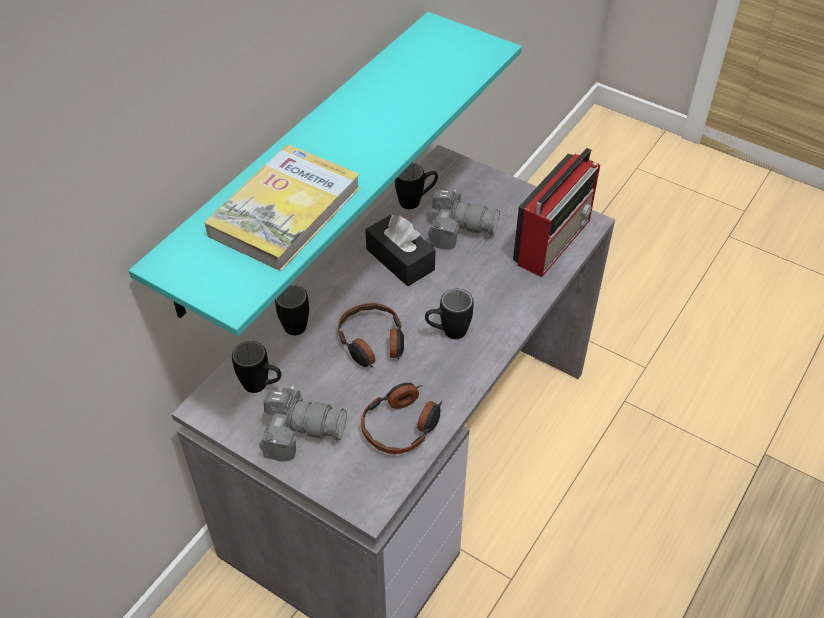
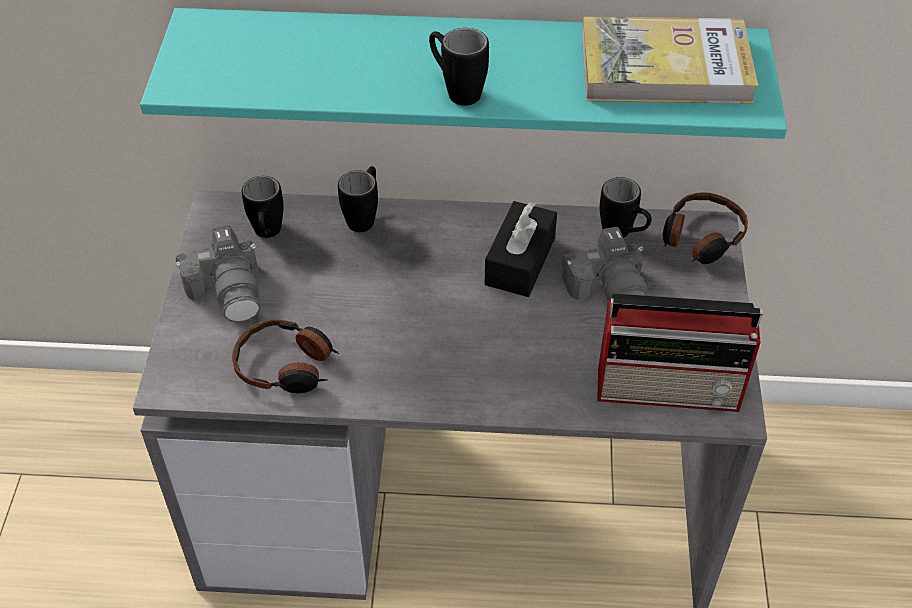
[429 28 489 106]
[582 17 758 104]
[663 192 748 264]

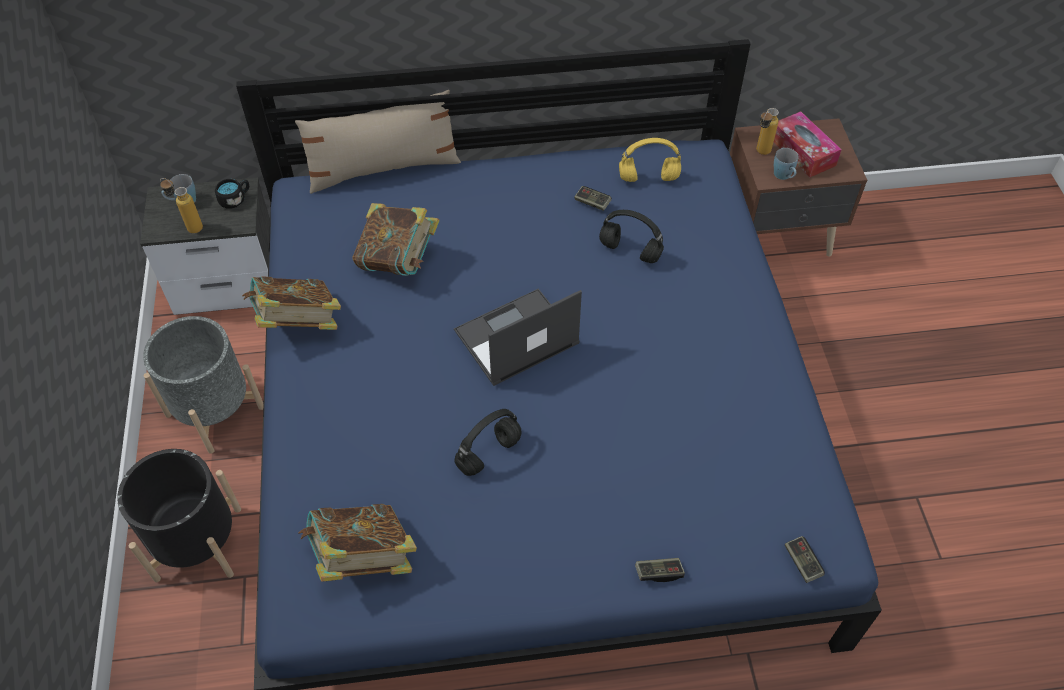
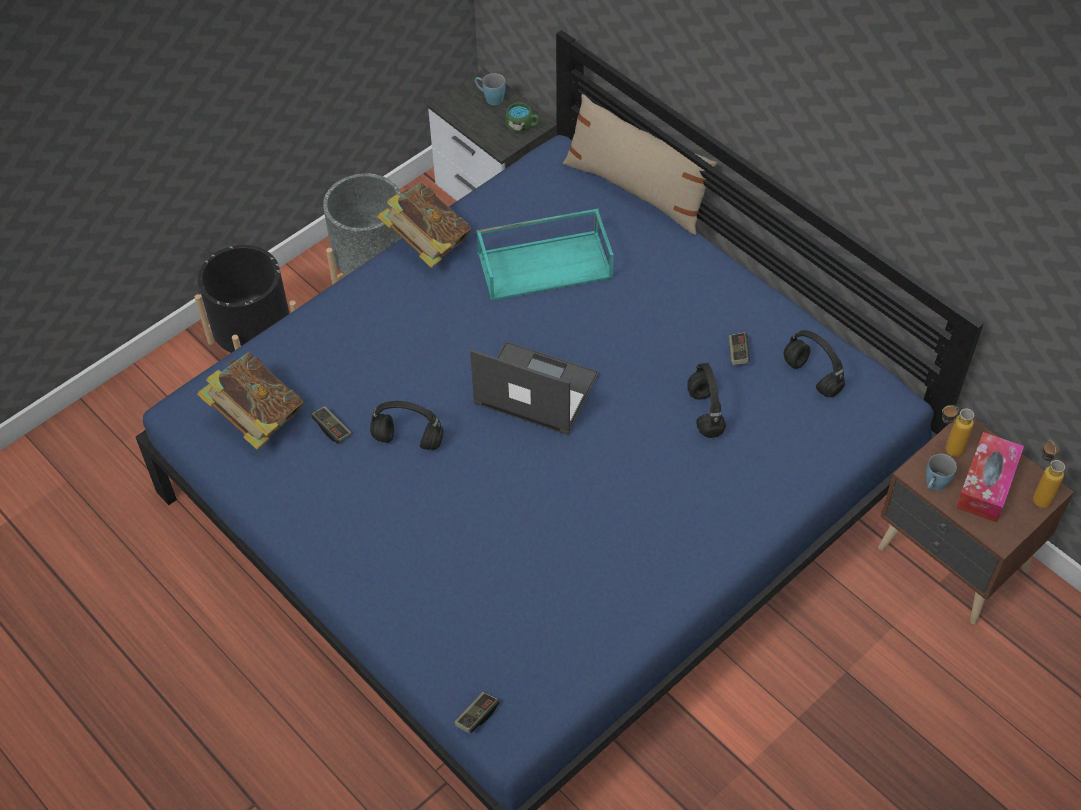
[311 406 352 443]
[476 209 614 301]
[505 102 540 133]
[784 330 845 397]
[1033 440 1065 508]

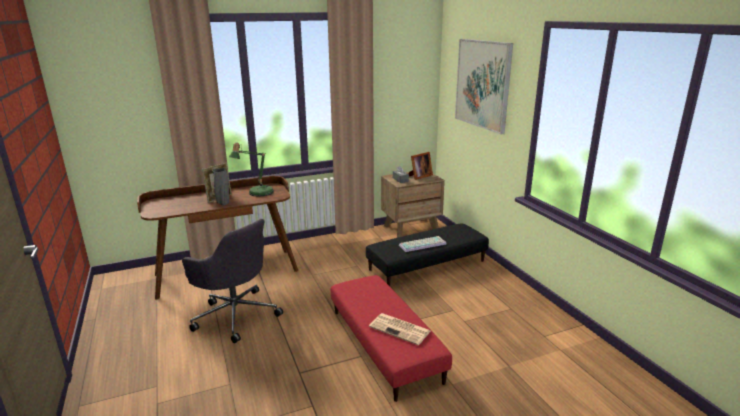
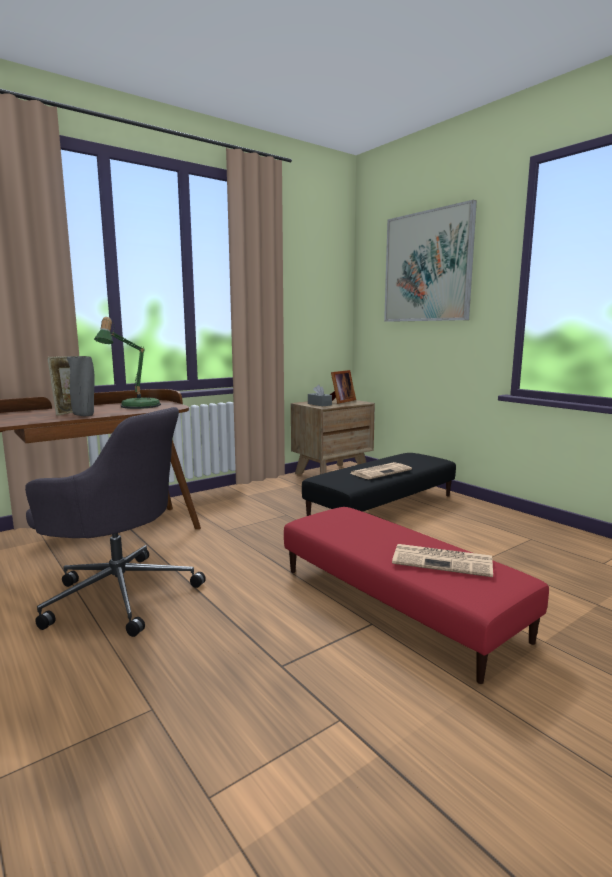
[350 462 412 479]

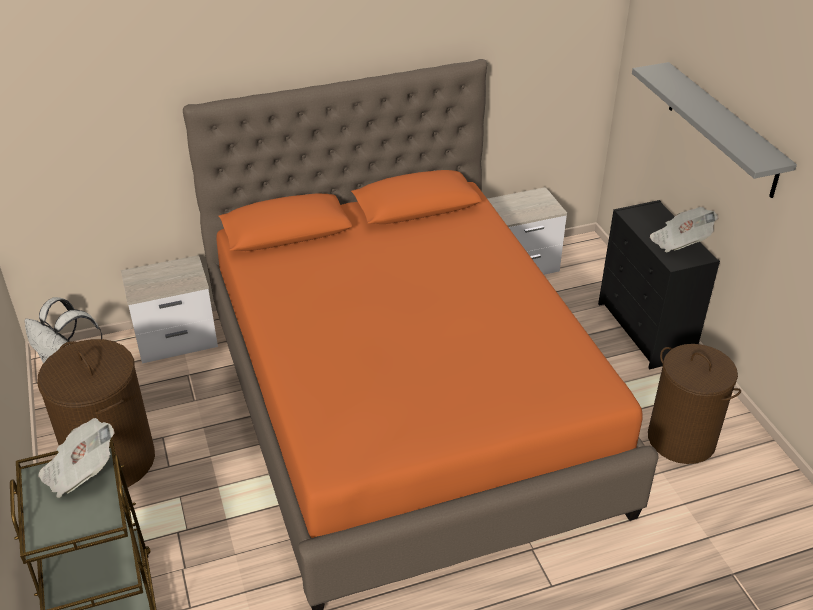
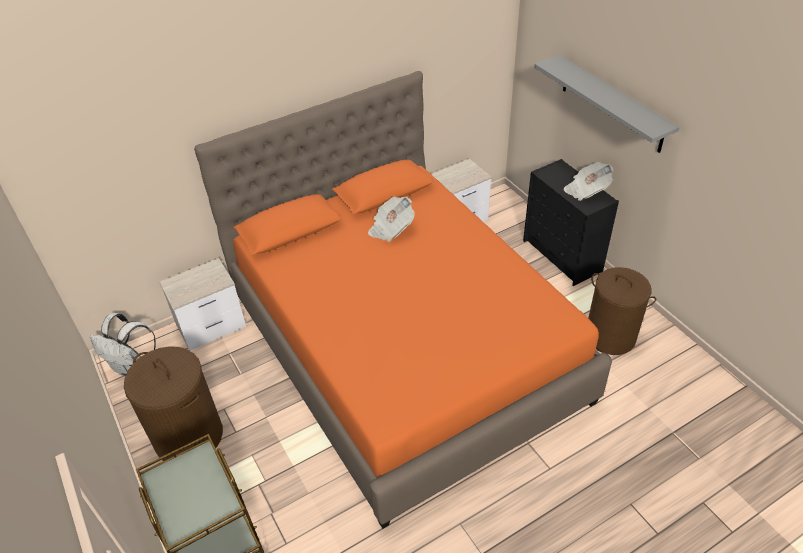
[368 197 415 242]

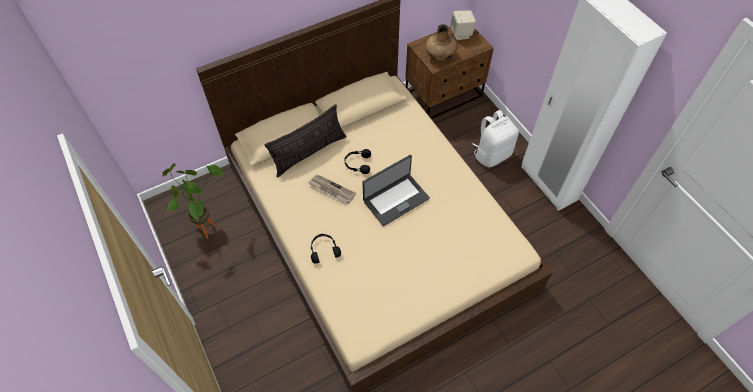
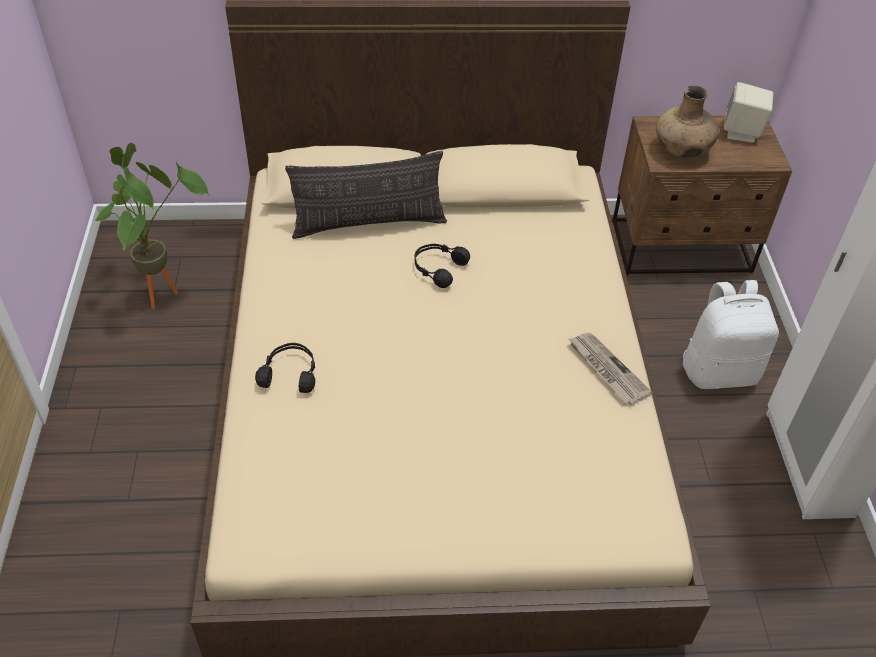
[569 333 653 405]
[362 155 430 226] (first image)

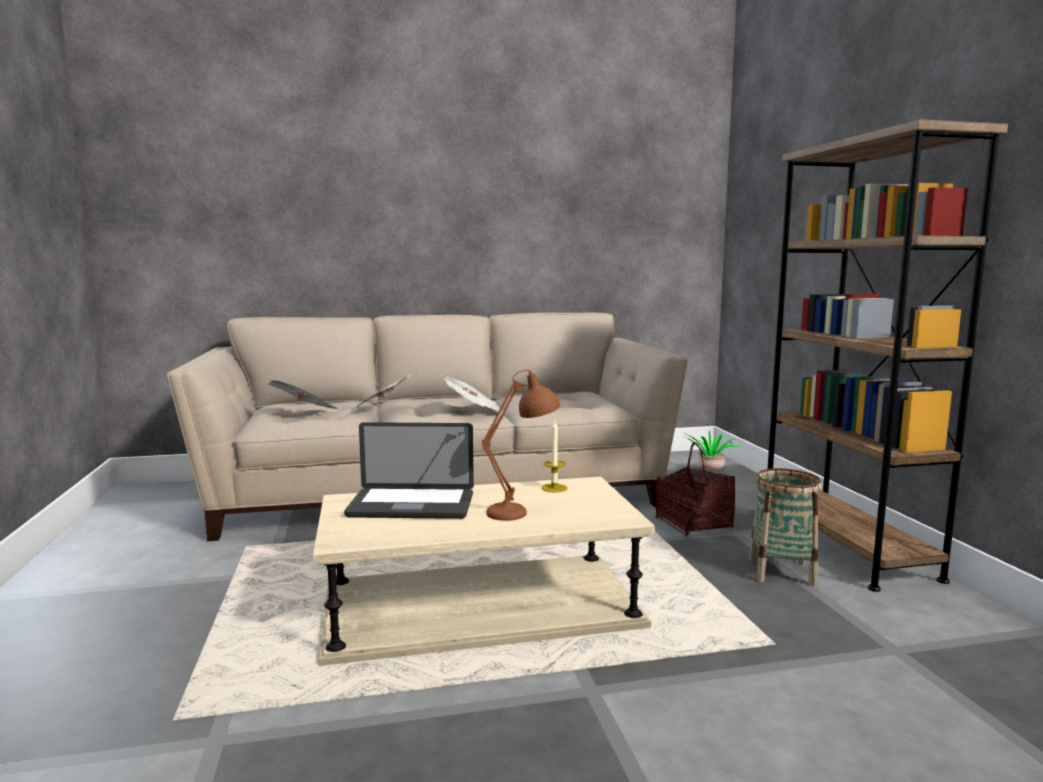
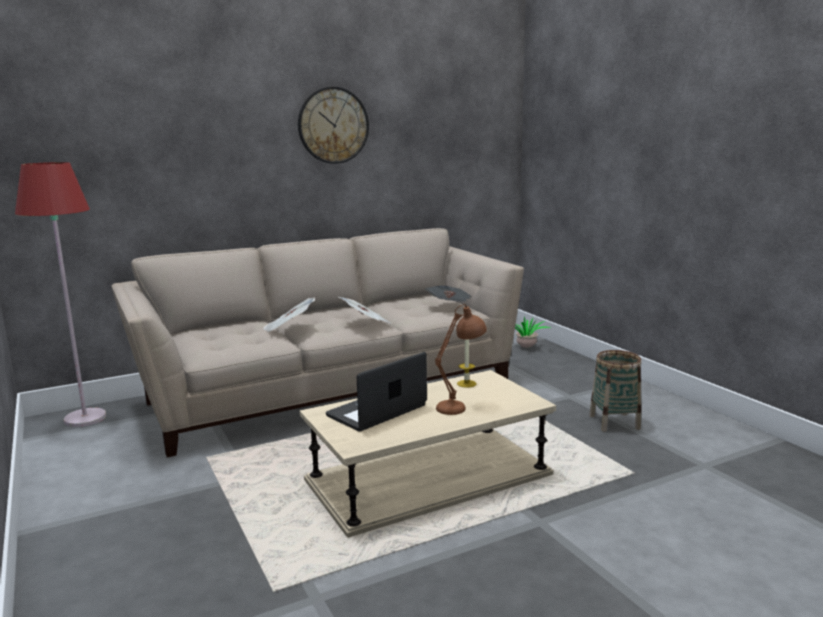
[15 162 106 427]
[298 87 369 164]
[326 352 427 432]
[425 286 471 302]
[655 442 735 536] (first image)
[768 119 1008 592] (first image)

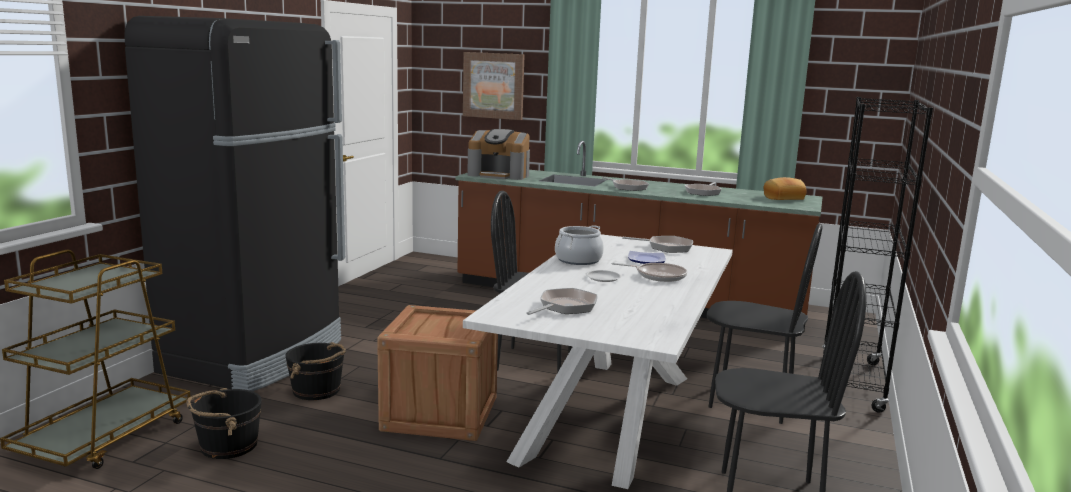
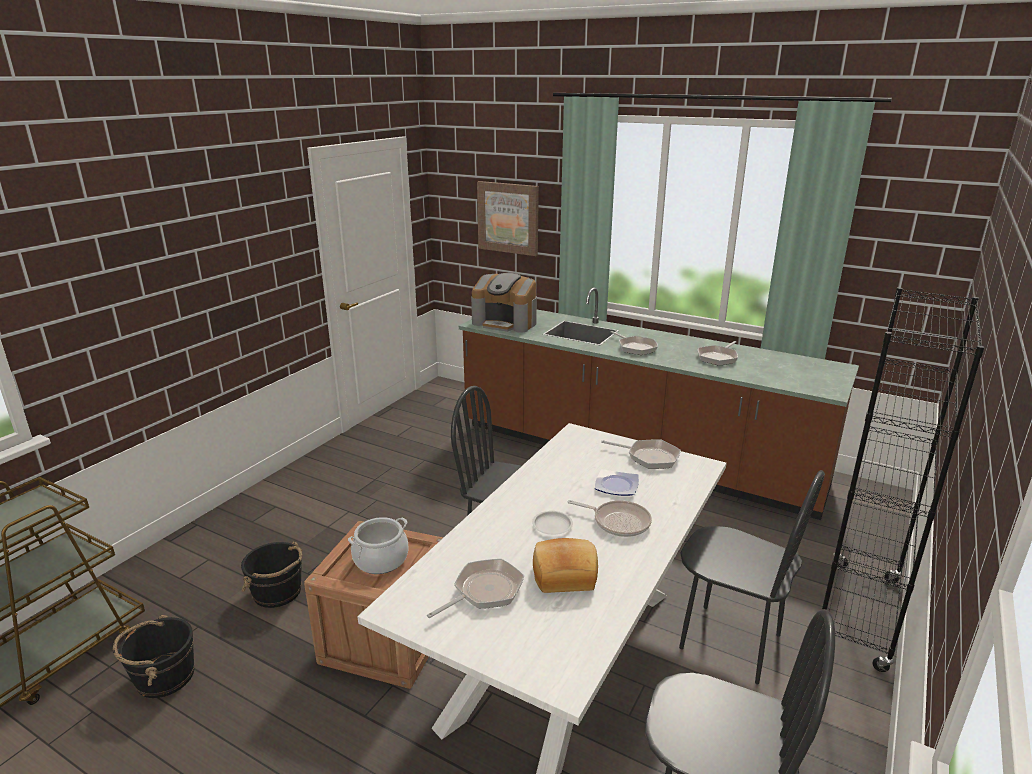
[348 517 408 574]
[533 538 598 593]
[124 16 345 391] (first image)

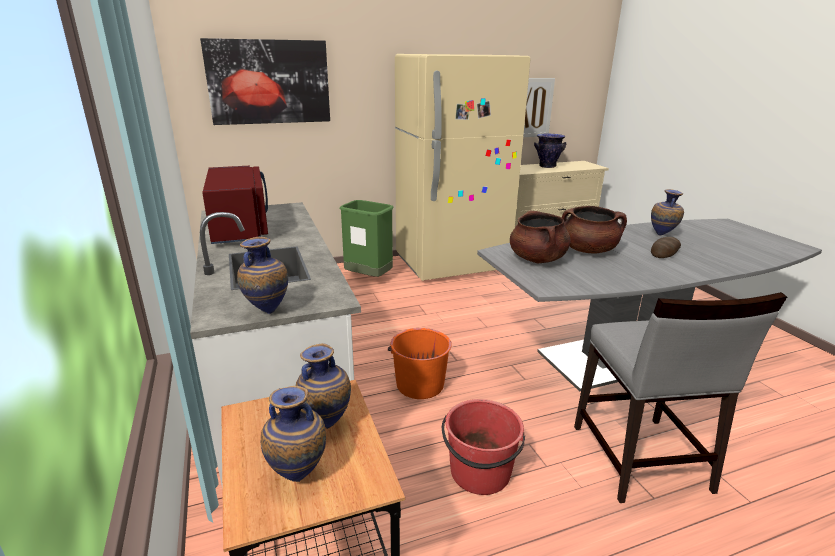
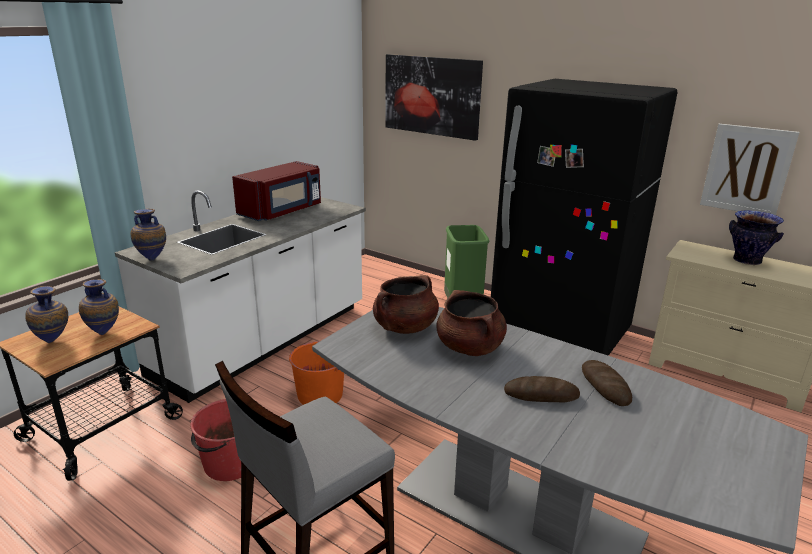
[491 79 678 356]
[582 360 632 406]

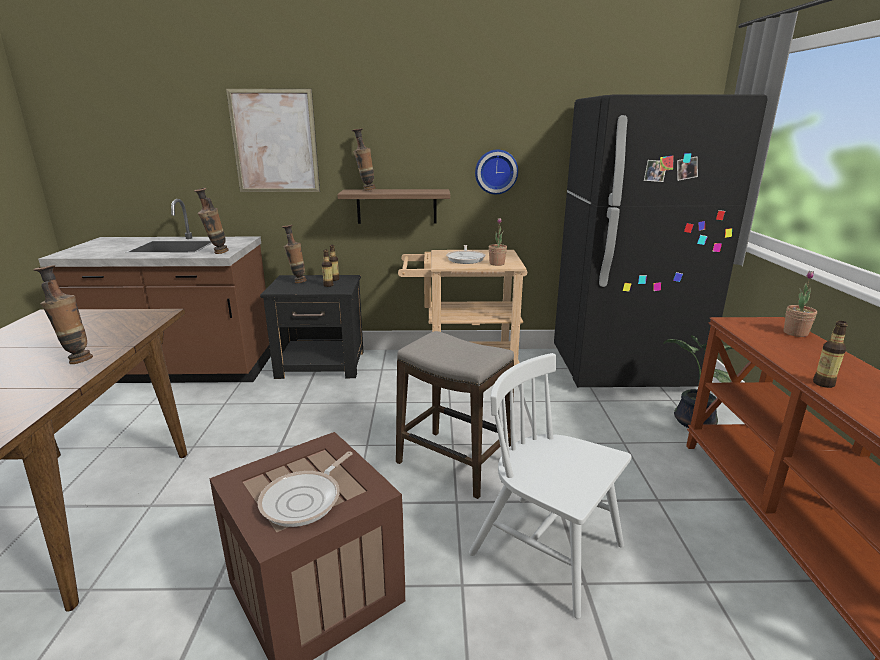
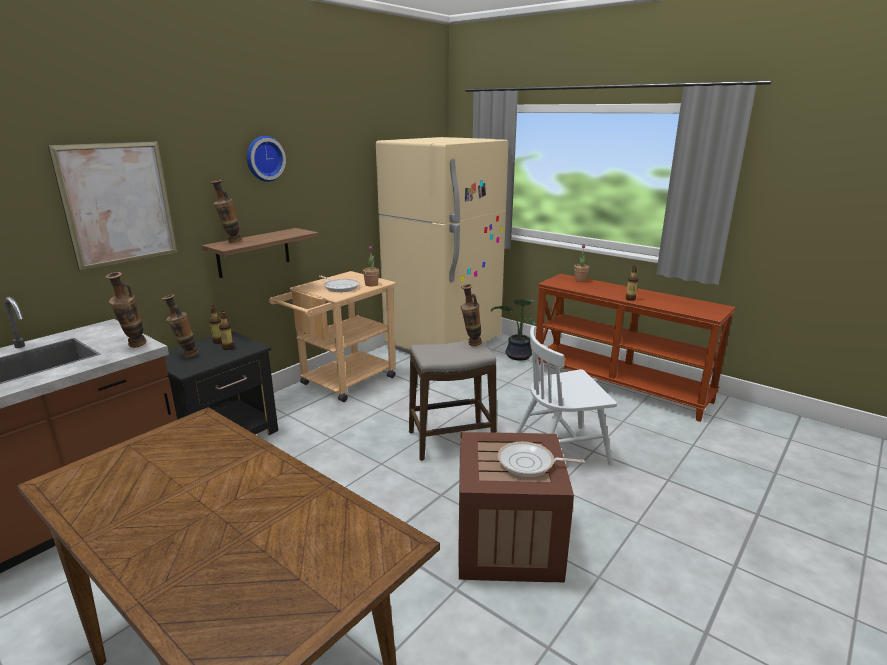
[247 136 286 182]
[376 137 508 354]
[461 284 482 346]
[498 442 585 477]

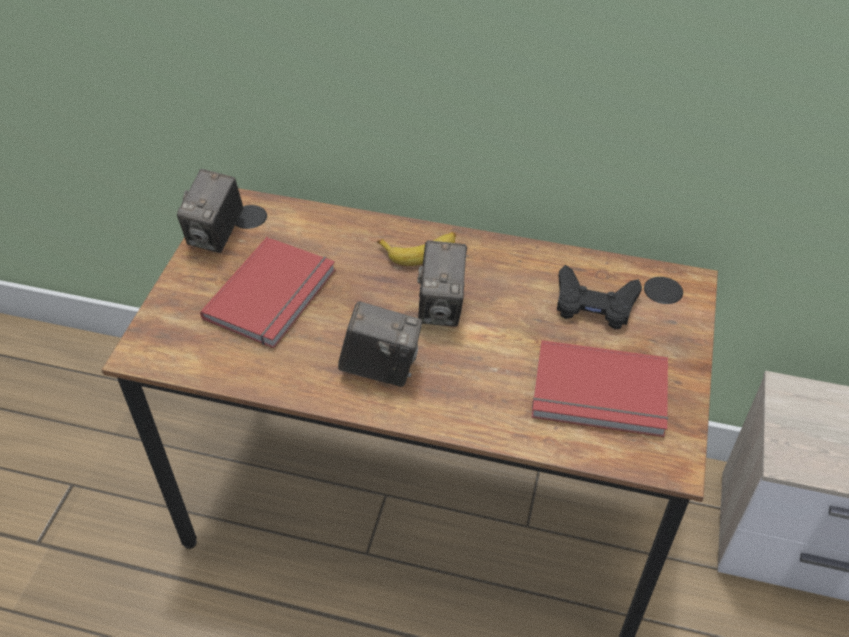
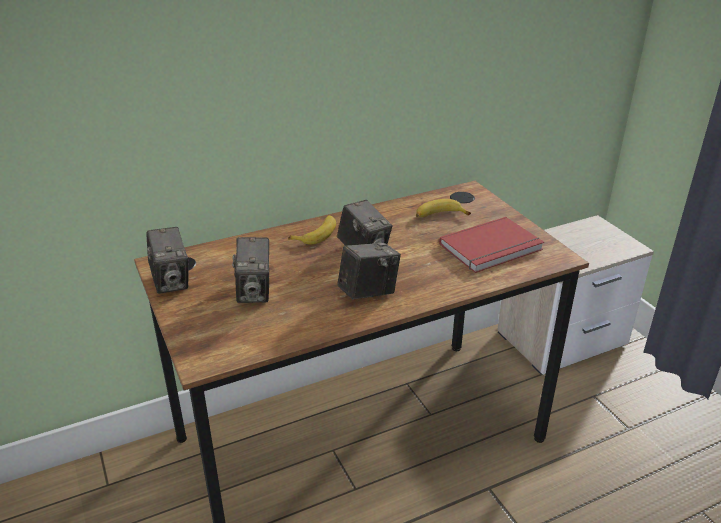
[232 237 269 303]
[416 199 471 218]

